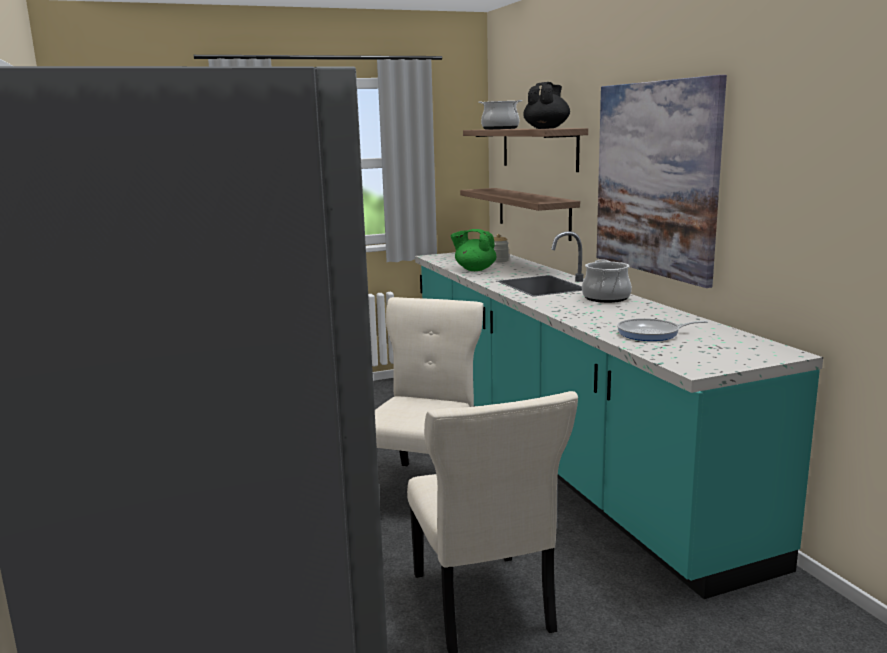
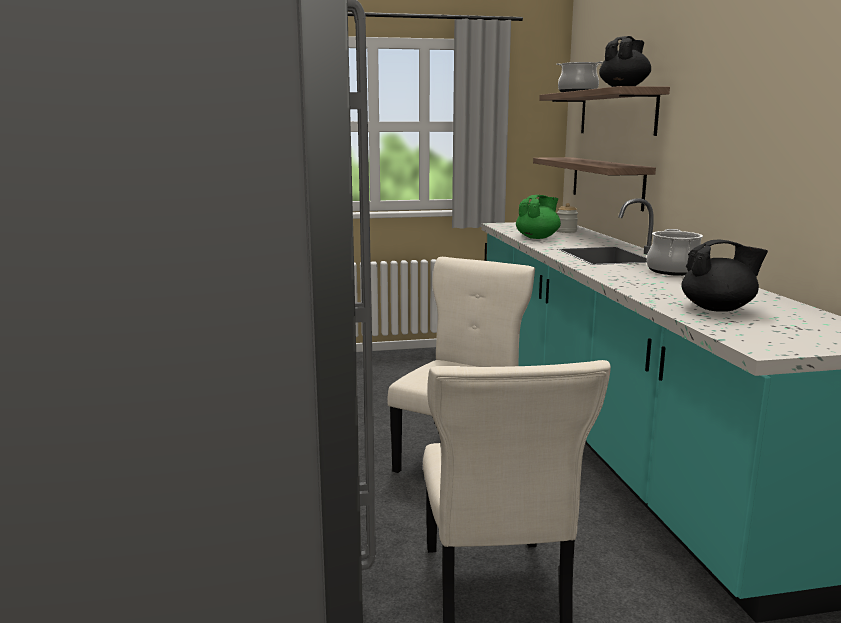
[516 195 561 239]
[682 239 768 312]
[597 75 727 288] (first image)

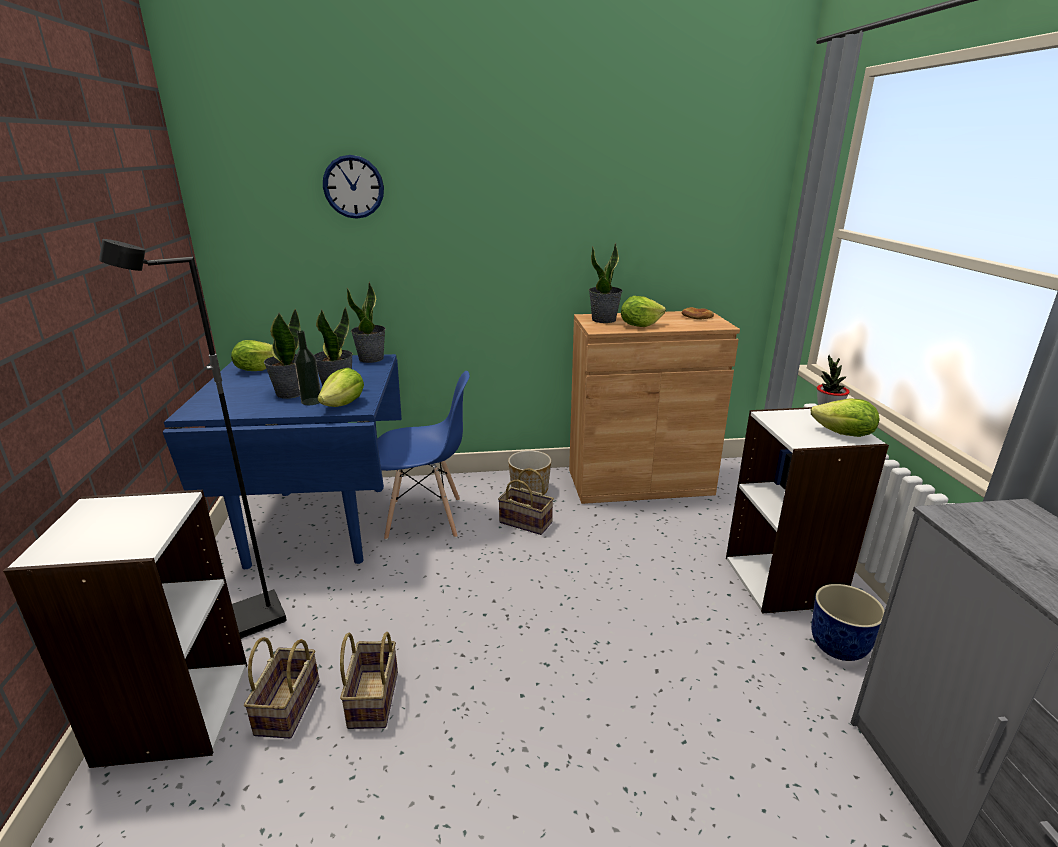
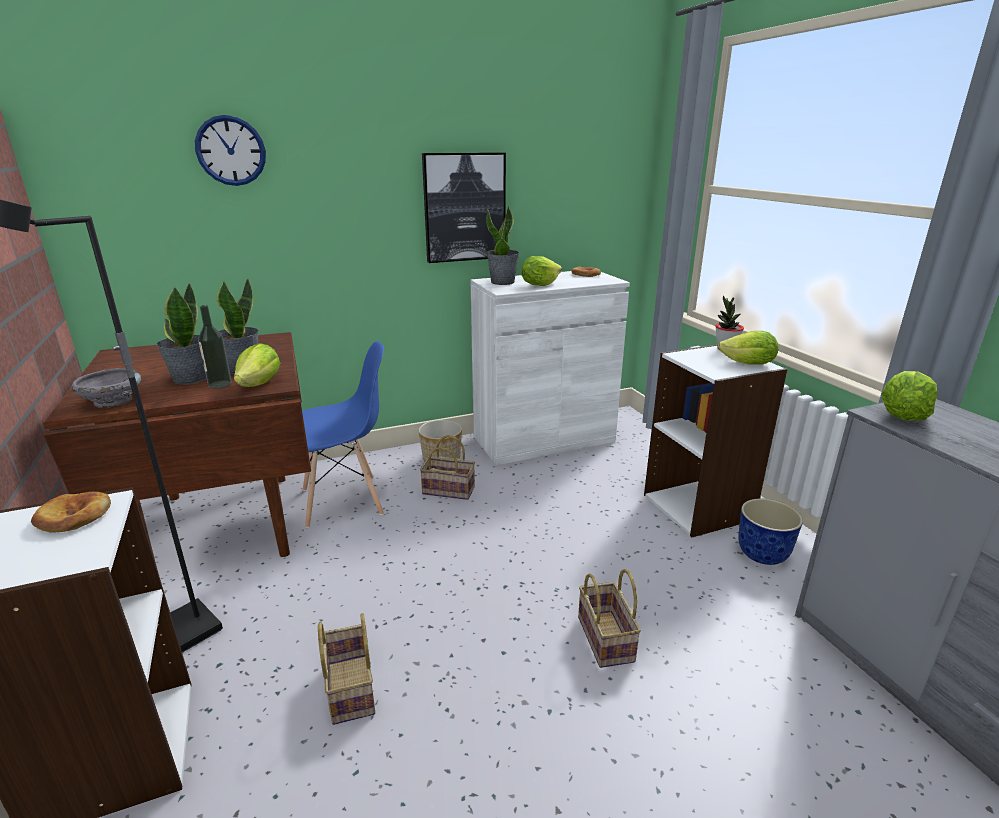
[31 492 111 533]
[43 332 311 567]
[71 368 141 408]
[422 152 506 263]
[470 271 630 466]
[578 569 641 668]
[881 371 937 421]
[347 282 386 363] (first image)

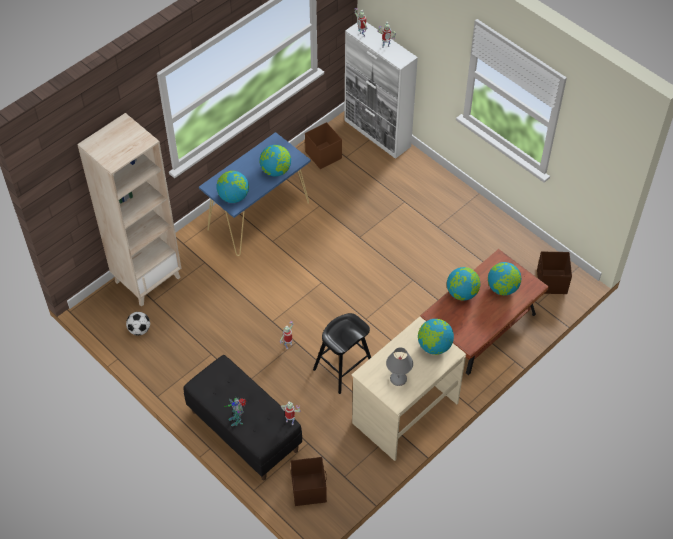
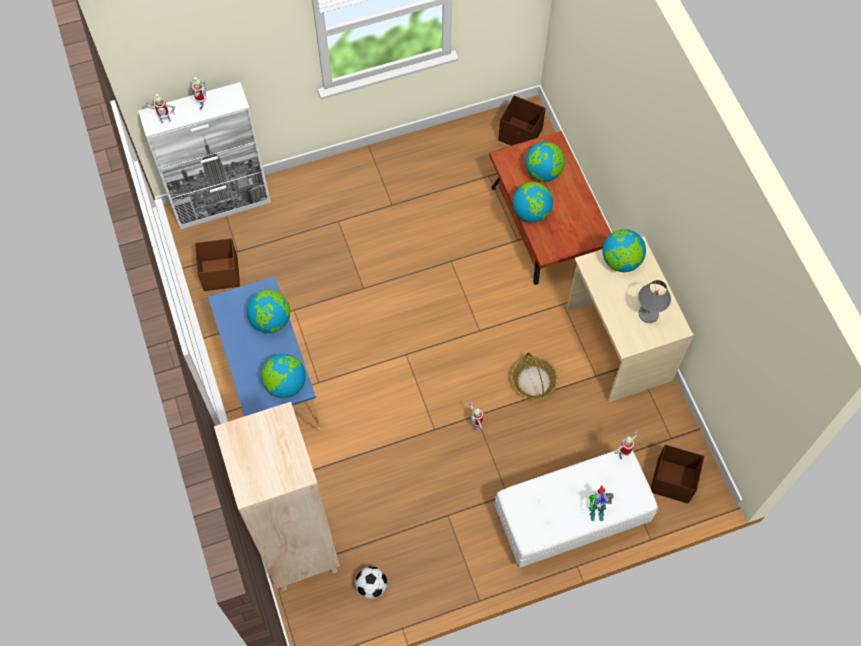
[494 450 658 568]
[511 353 558 399]

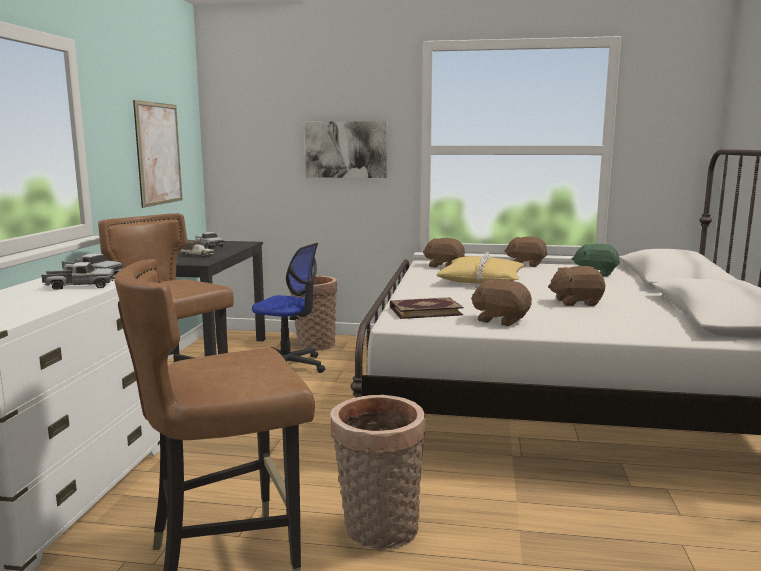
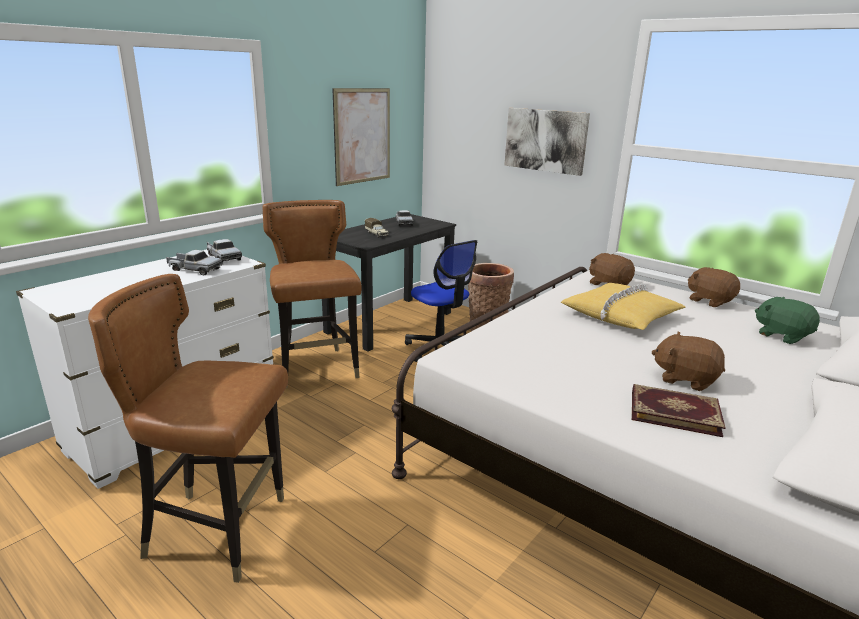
[632 384 726 437]
[330 395 426 550] (first image)
[471 280 532 326] (first image)

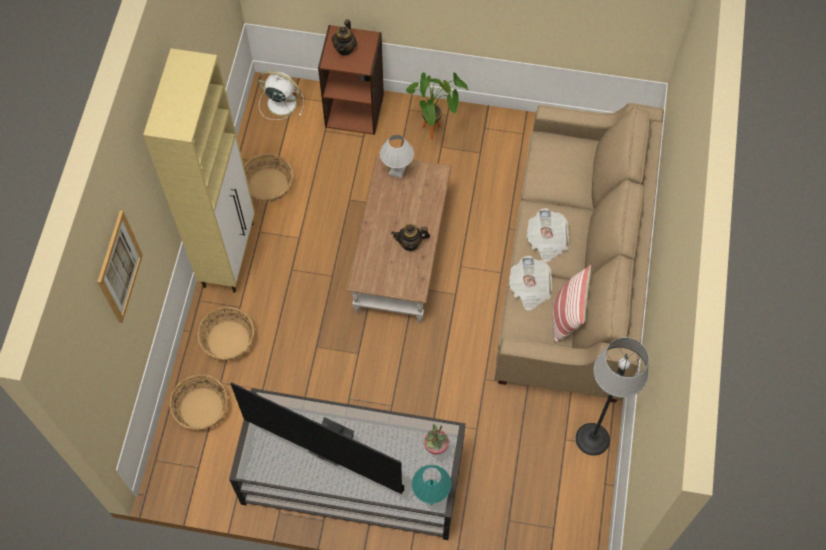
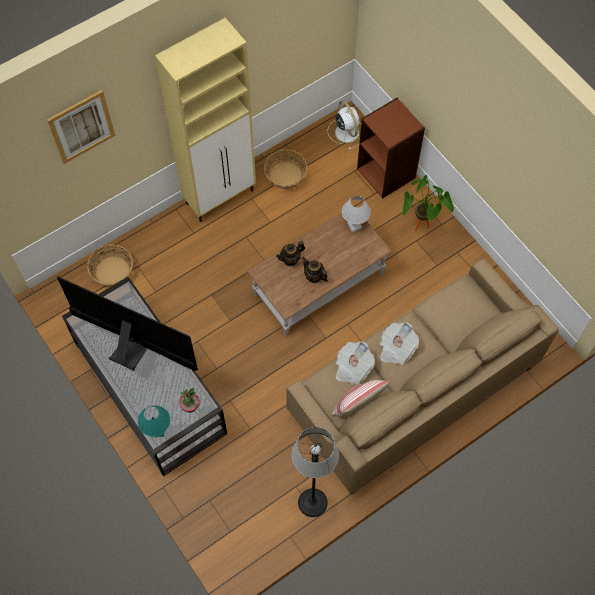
[57 276 198 371]
[276 241 305 266]
[197 307 254 360] (first image)

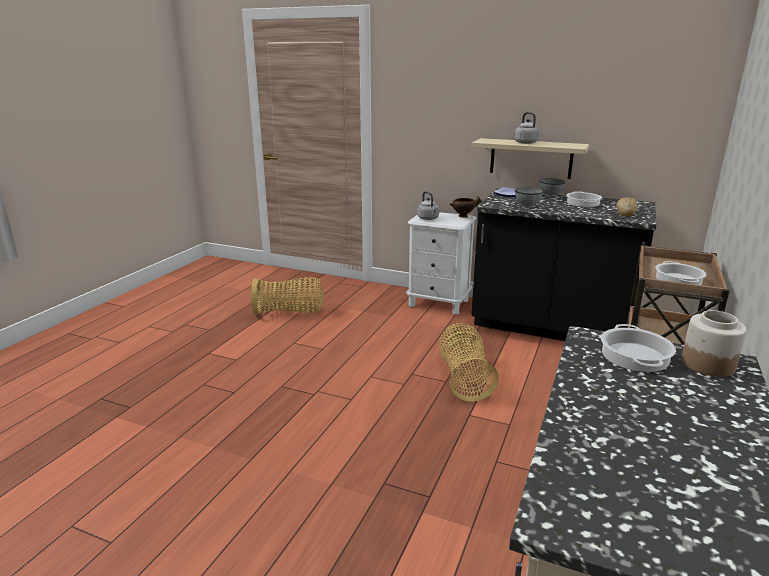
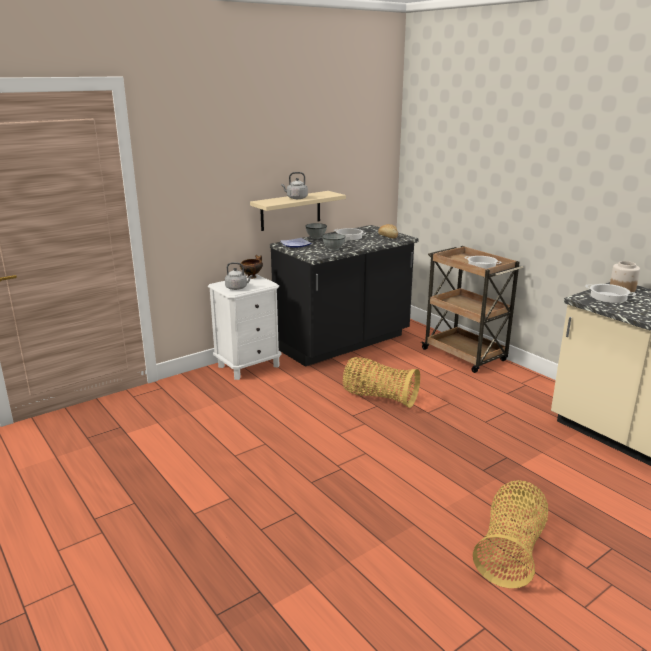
[473 480 548 588]

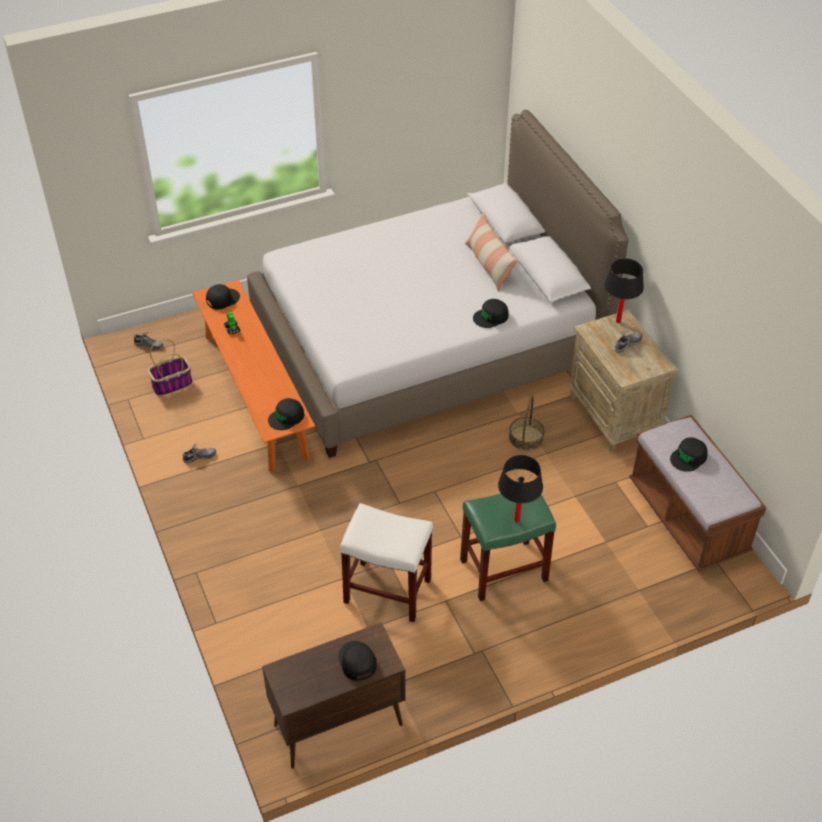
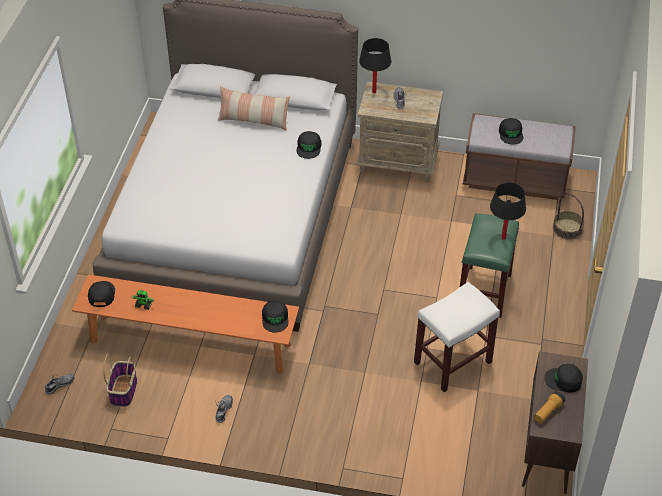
[534 391 565 424]
[553 193 584 240]

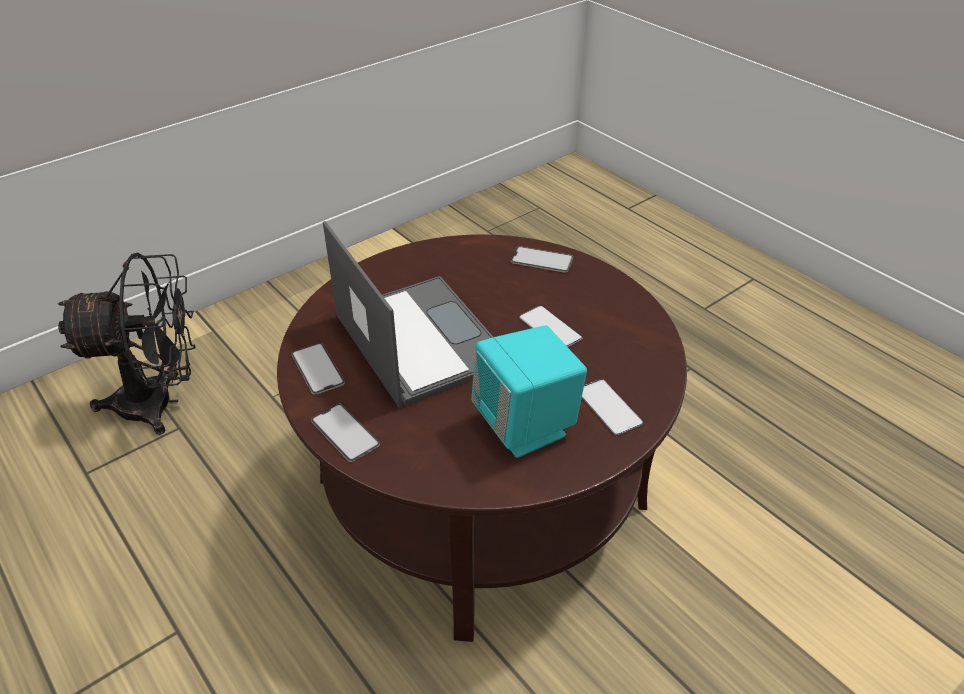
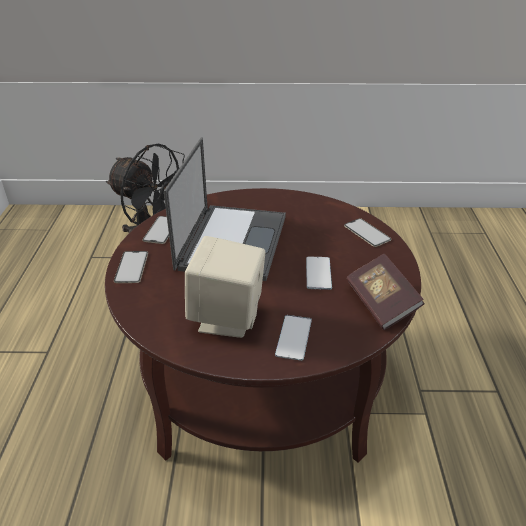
[185 236 265 338]
[347 253 425 330]

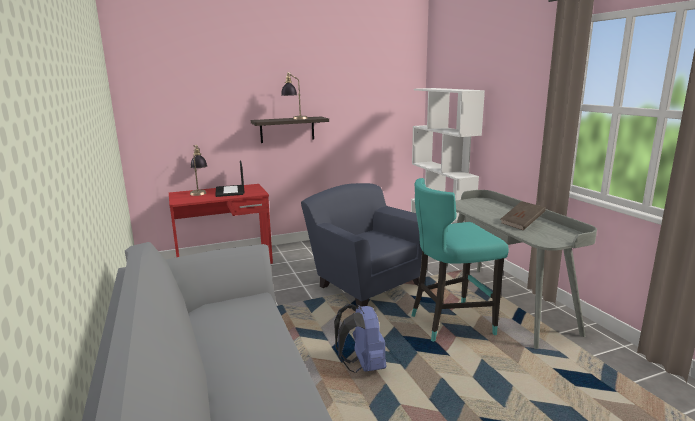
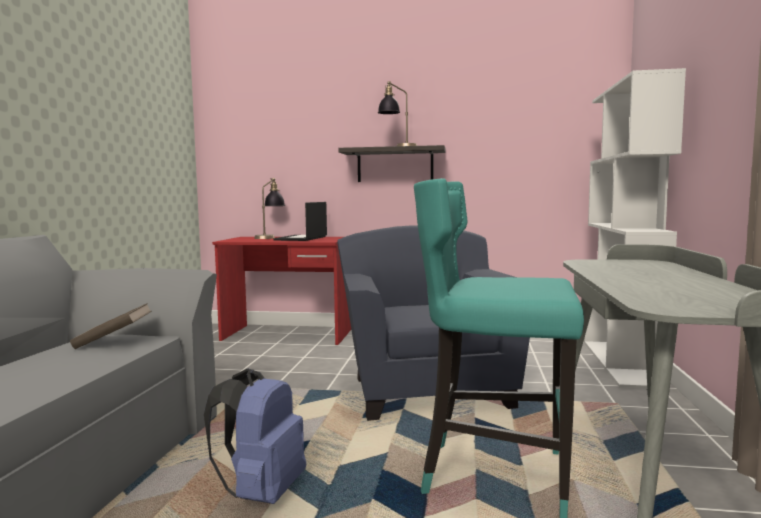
[70 303 152 349]

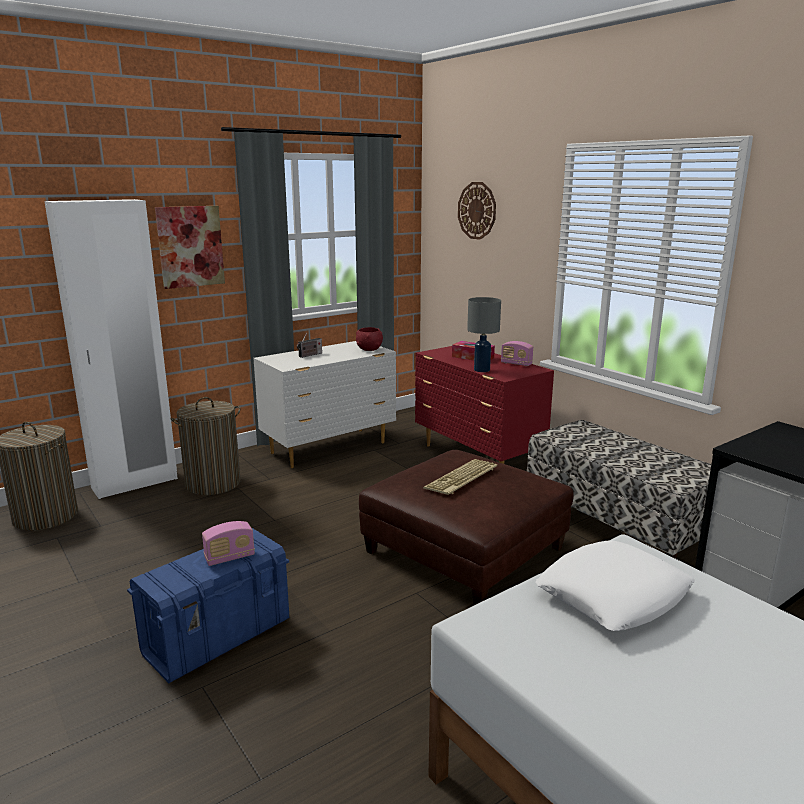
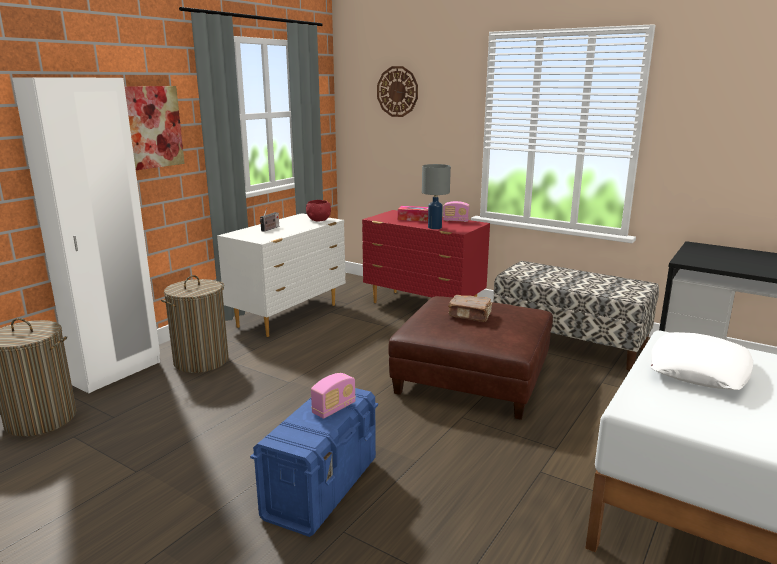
[448 295 492 322]

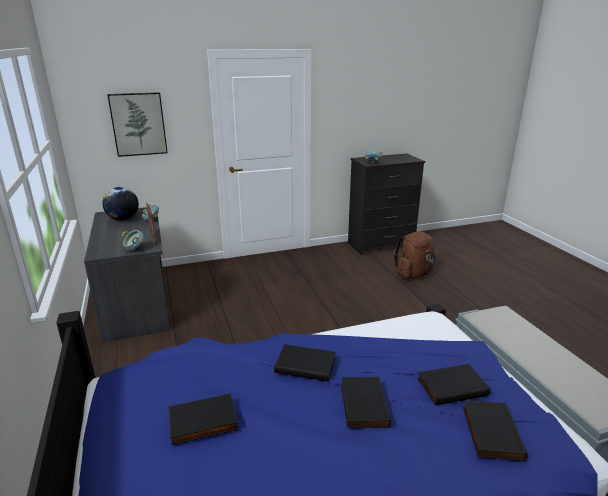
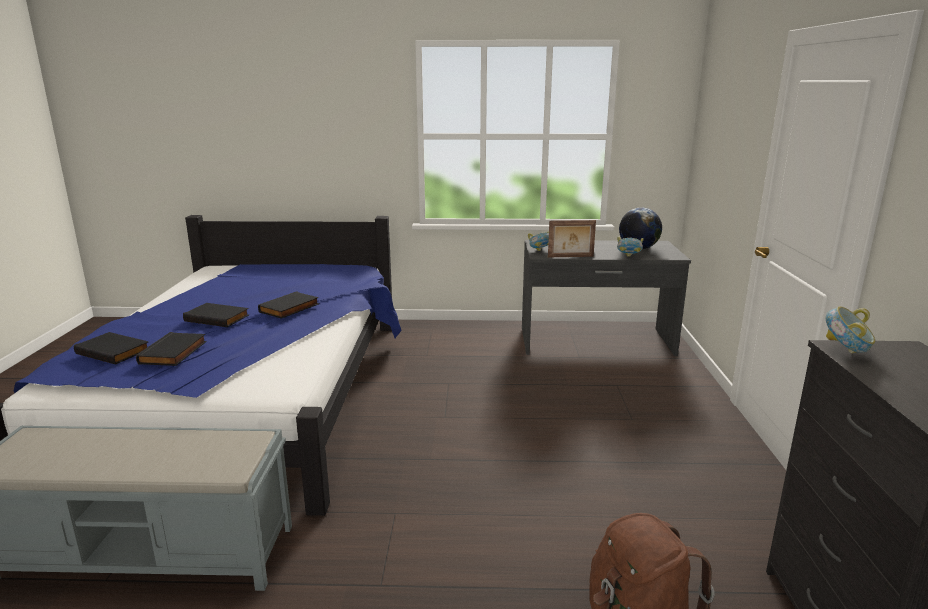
[107 92 168 157] (first image)
[169 393 239 445] (first image)

